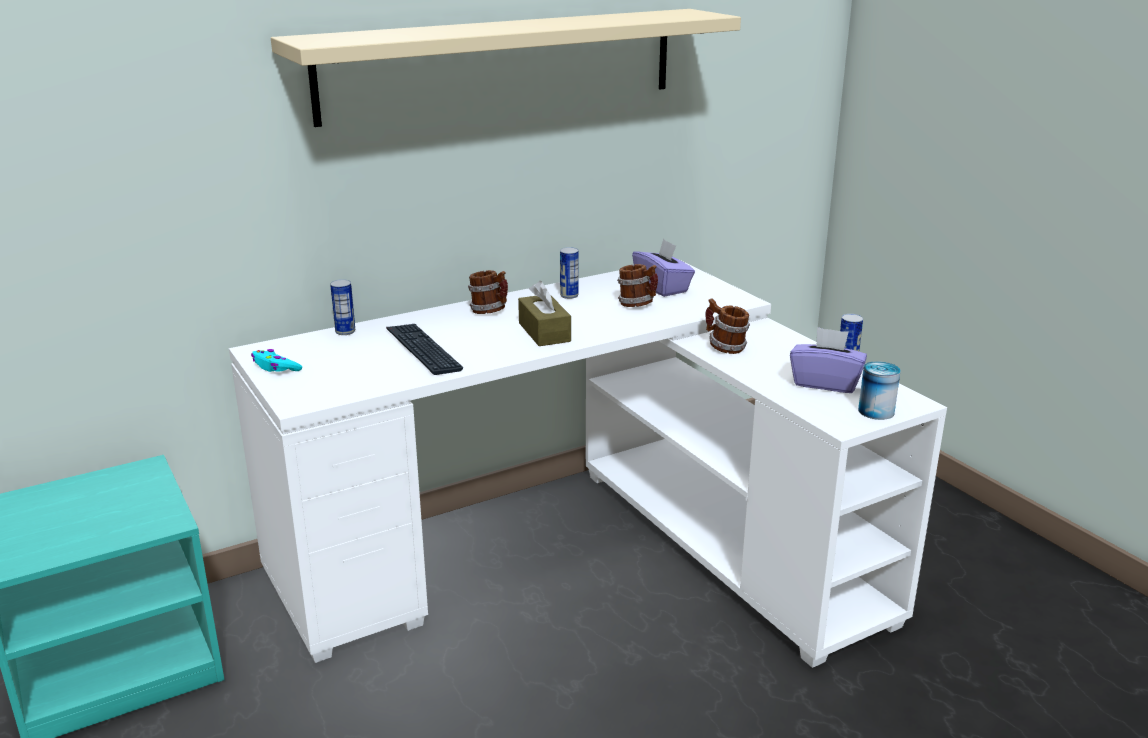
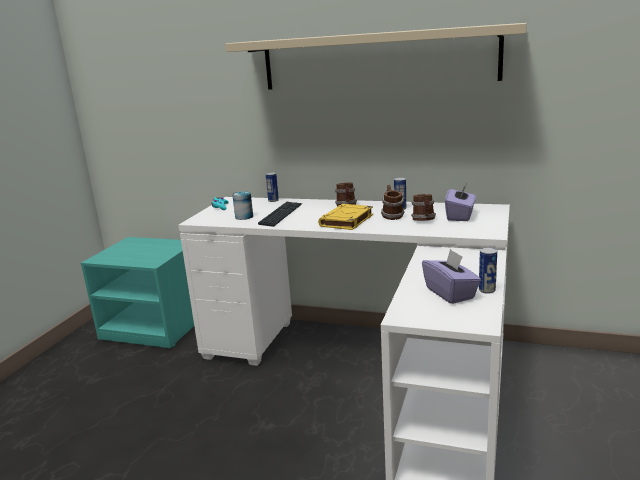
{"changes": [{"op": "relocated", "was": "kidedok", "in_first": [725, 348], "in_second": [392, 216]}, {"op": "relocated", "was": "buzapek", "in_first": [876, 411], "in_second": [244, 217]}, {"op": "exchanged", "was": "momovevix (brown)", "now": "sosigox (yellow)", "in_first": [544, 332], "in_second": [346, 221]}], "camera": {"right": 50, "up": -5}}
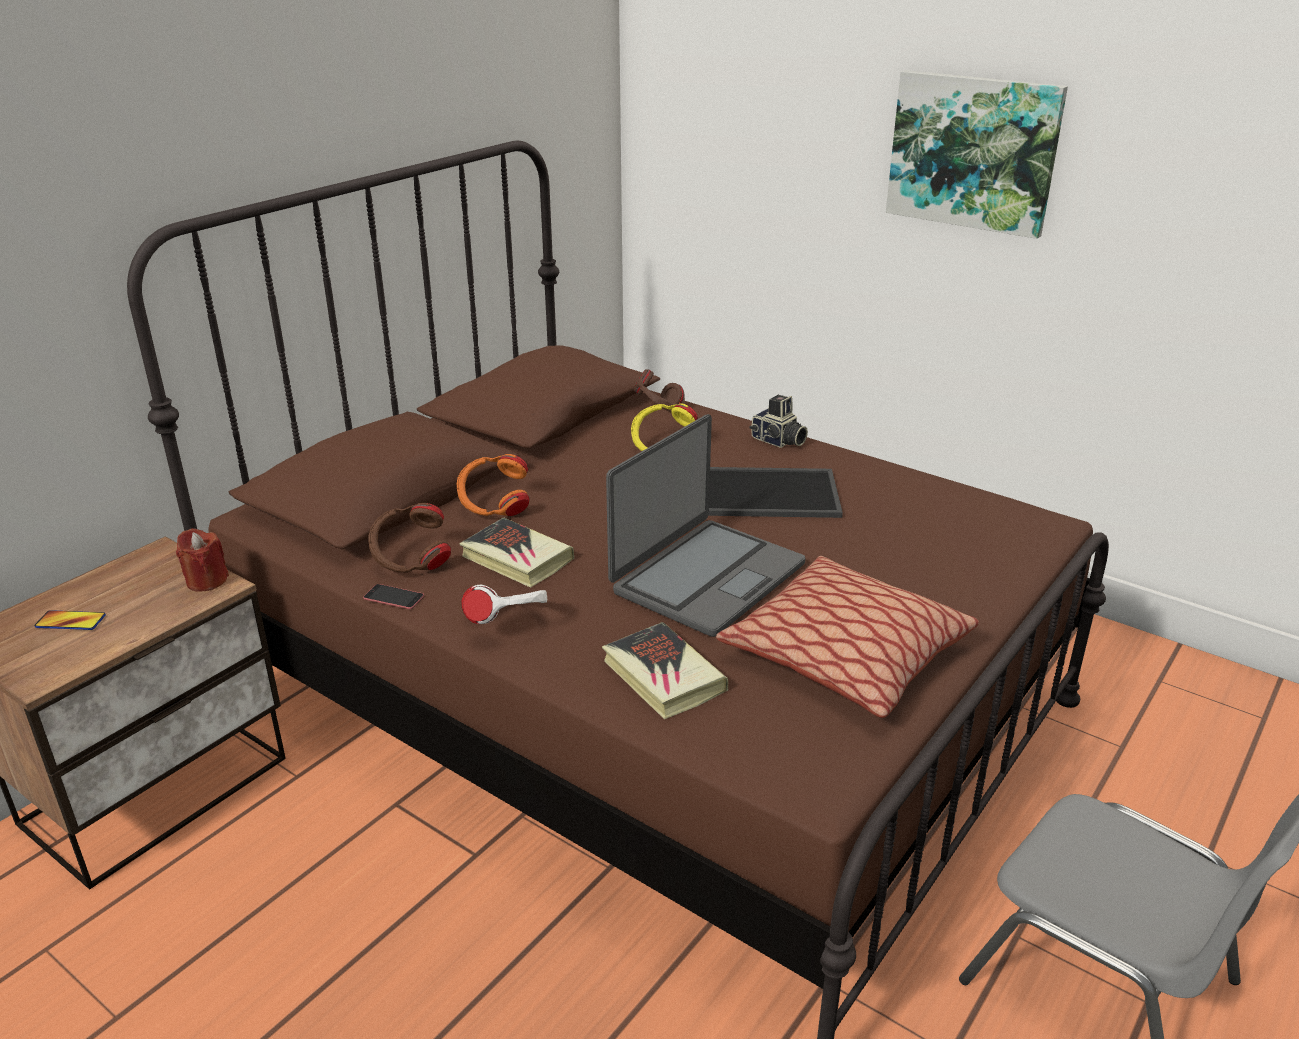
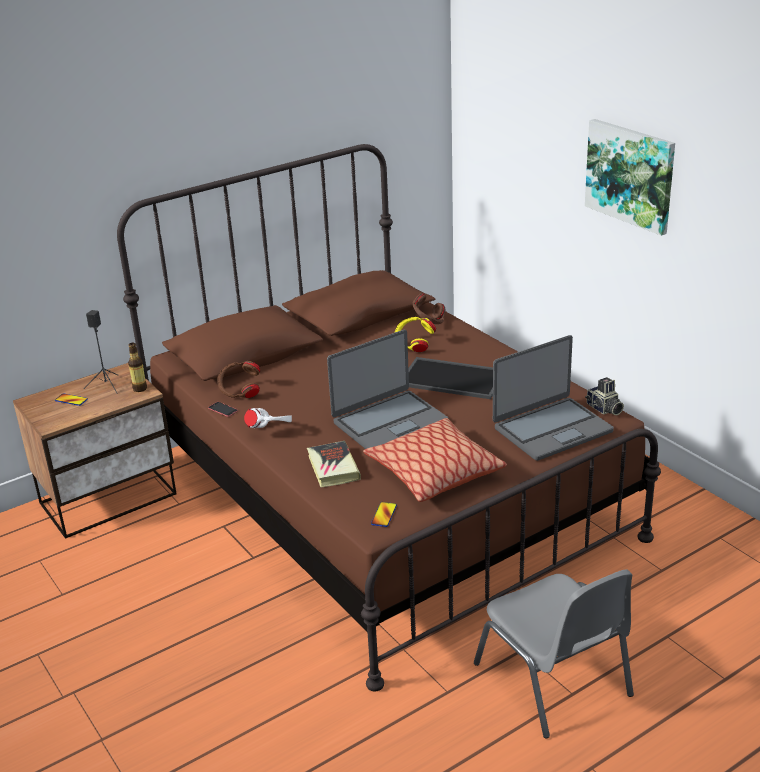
{"changes": [{"op": "missing", "was": "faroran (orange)", "in_first": [494, 508]}, {"op": "missing", "was": "sosigox", "in_first": [517, 559]}, {"op": "appeared", "now": "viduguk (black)", "in_second": [106, 385]}, {"op": "appeared", "now": "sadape", "in_second": [384, 515]}, {"op": "appeared", "now": "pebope", "in_second": [551, 429]}, {"op": "relocated", "was": "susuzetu", "in_first": [778, 441], "in_second": [604, 409]}, {"op": "exchanged", "was": "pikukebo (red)", "now": "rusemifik", "in_first": [206, 581], "in_second": [140, 388]}], "camera": {"right": 20, "up": 0}}
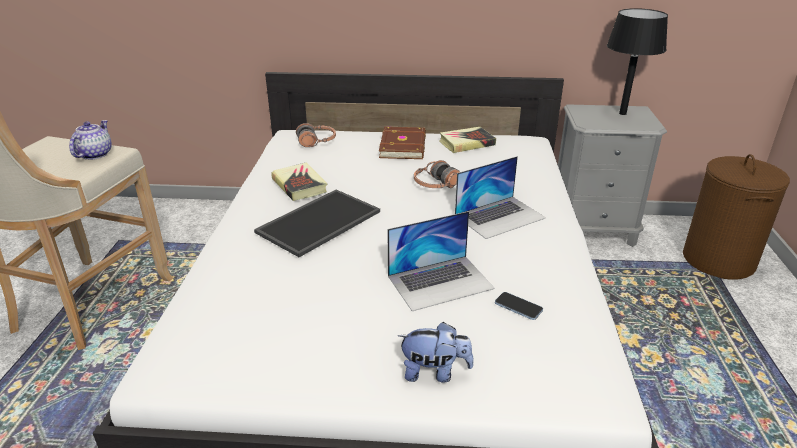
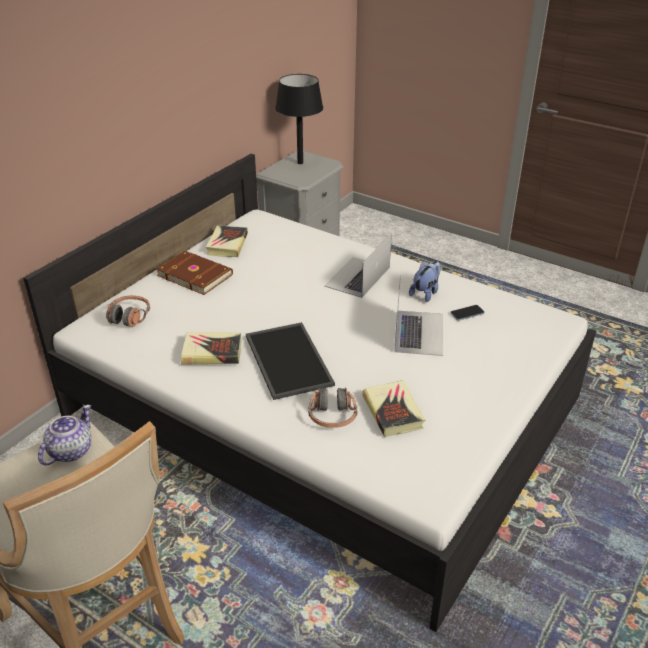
{"changes": [{"op": "missing", "was": "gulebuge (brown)", "in_first": [718, 260]}, {"op": "appeared", "now": "sosigox", "in_second": [393, 412]}, {"op": "relocated", "was": "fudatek", "in_first": [434, 372], "in_second": [425, 293]}, {"op": "relocated", "was": "faroran", "in_first": [435, 185], "in_second": [332, 416]}, {"op": "spun", "was": "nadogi", "in_first": [94, 154], "in_second": [70, 450], "clockwise": 75}, {"op": "spun", "was": "pebope", "in_first": [500, 216], "in_second": [357, 277], "clockwise": -150}], "camera": {"right": -60, "up": 5}}
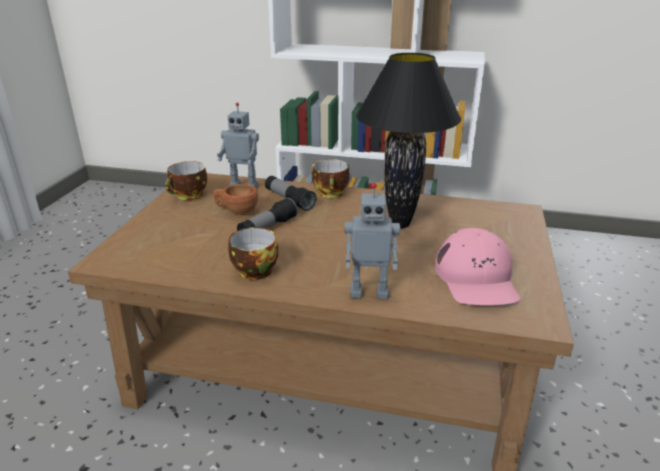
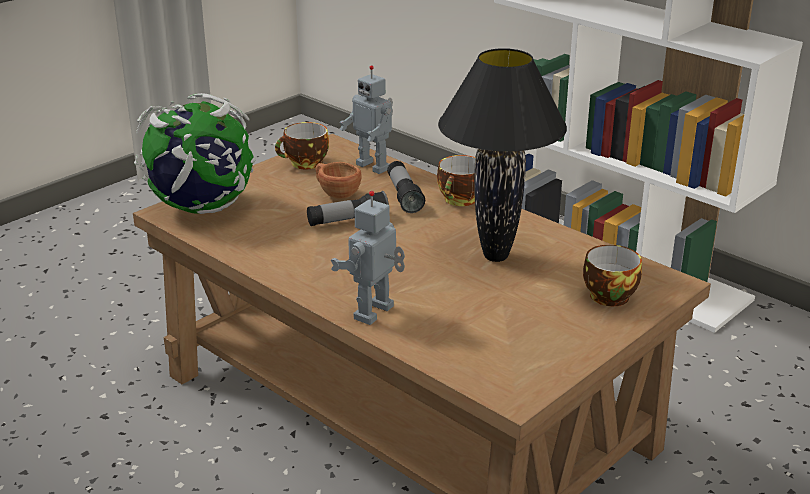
{"changes": [{"op": "missing", "was": "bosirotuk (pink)", "in_first": [476, 278]}, {"op": "appeared", "now": "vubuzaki", "in_second": [201, 208]}, {"op": "relocated", "was": "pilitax", "in_first": [252, 270], "in_second": [606, 295]}, {"op": "spun", "was": "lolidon", "in_first": [369, 292], "in_second": [376, 313], "clockwise": 90}], "camera": {"right": 30, "up": 0}}
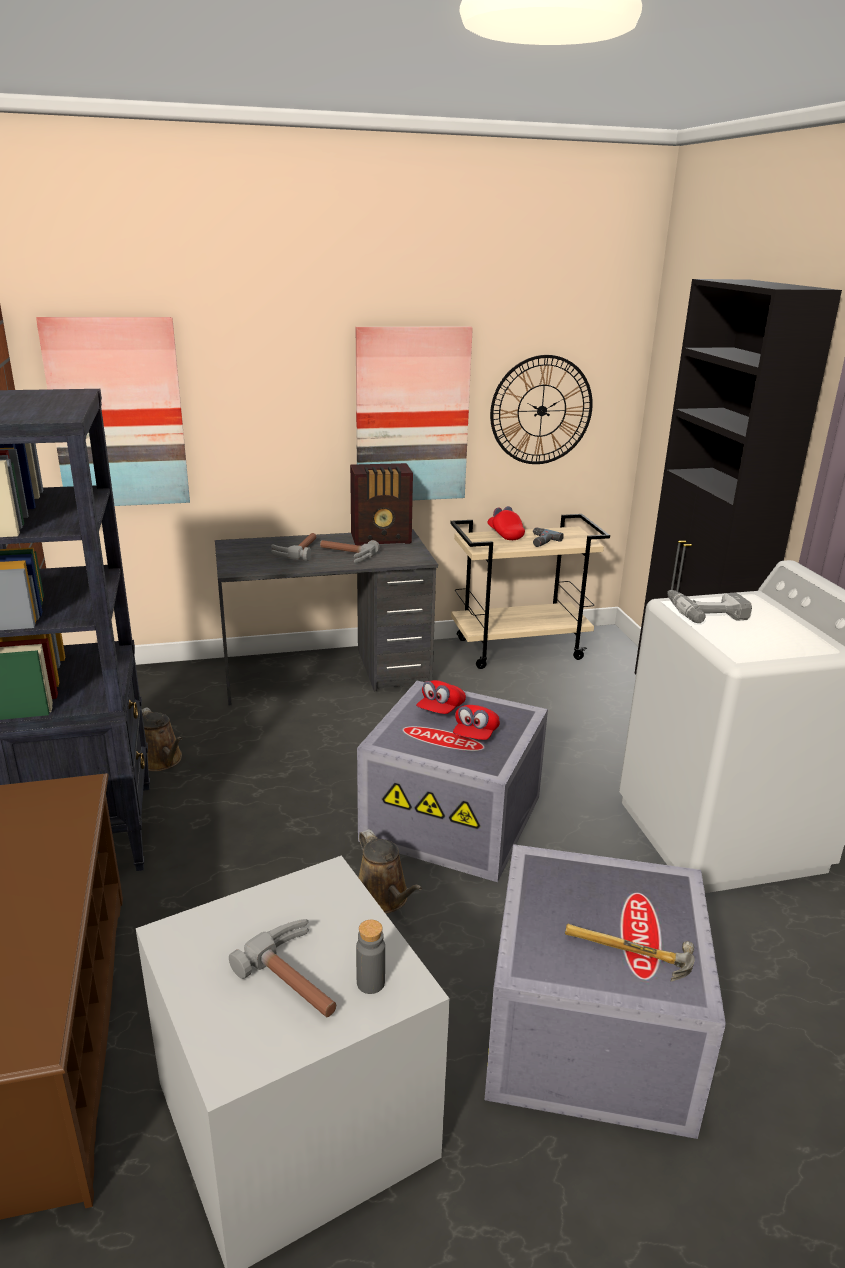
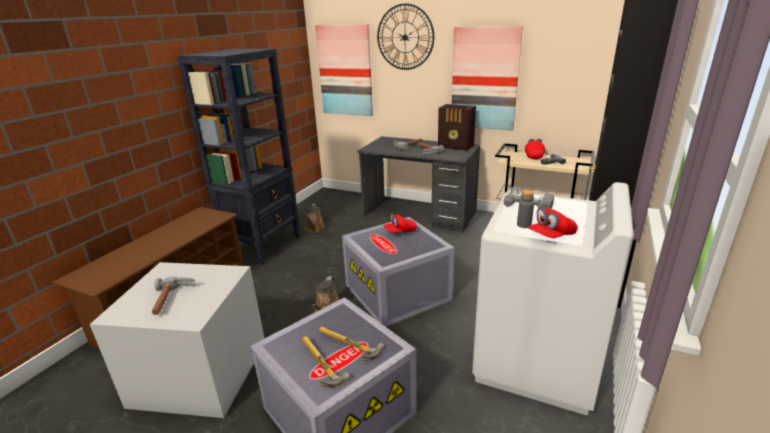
{"changes": [{"op": "appeared", "now": "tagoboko", "in_second": [347, 347]}, {"op": "relocated", "was": "rusemifik (grey)", "in_first": [370, 983], "in_second": [524, 225]}, {"op": "relocated", "was": "bosirotuk (red)", "in_first": [475, 735], "in_second": [551, 236]}, {"op": "relocated", "was": "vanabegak", "in_first": [541, 410], "in_second": [405, 37]}], "camera": {"right": 40, "up": 0}}
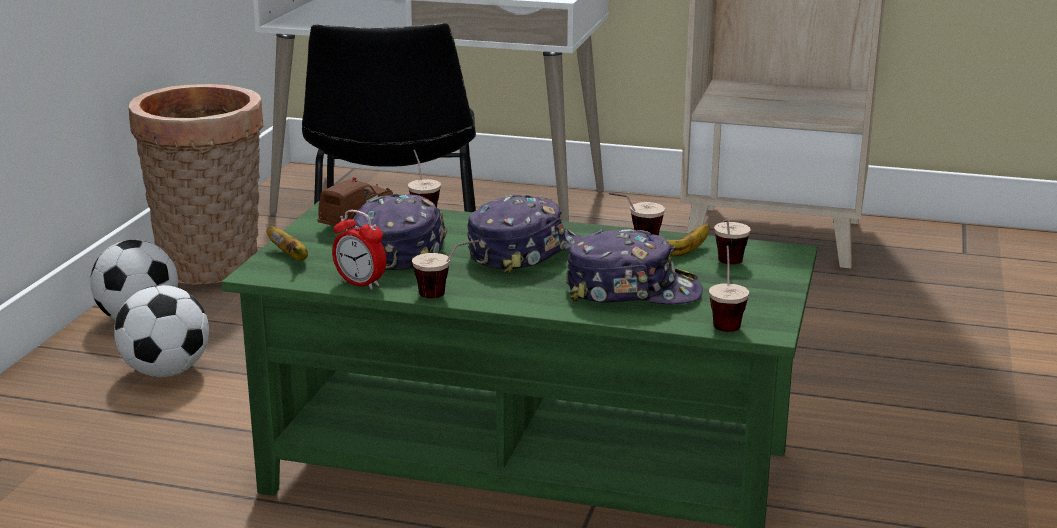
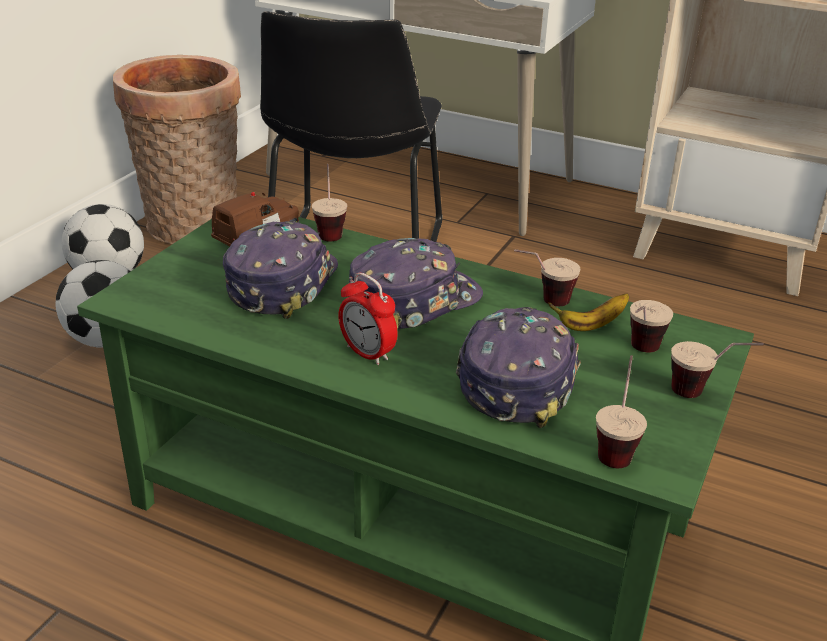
{"changes": [{"op": "missing", "was": "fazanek", "in_first": [290, 257]}, {"op": "relocated", "was": "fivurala", "in_first": [360, 284], "in_second": [367, 353]}, {"op": "relocated", "was": "pilitax", "in_first": [447, 296], "in_second": [705, 395]}, {"op": "spun", "was": "bosirotuk", "in_first": [632, 291], "in_second": [516, 380], "clockwise": -90}], "camera": {"right": 10, "up": 10}}
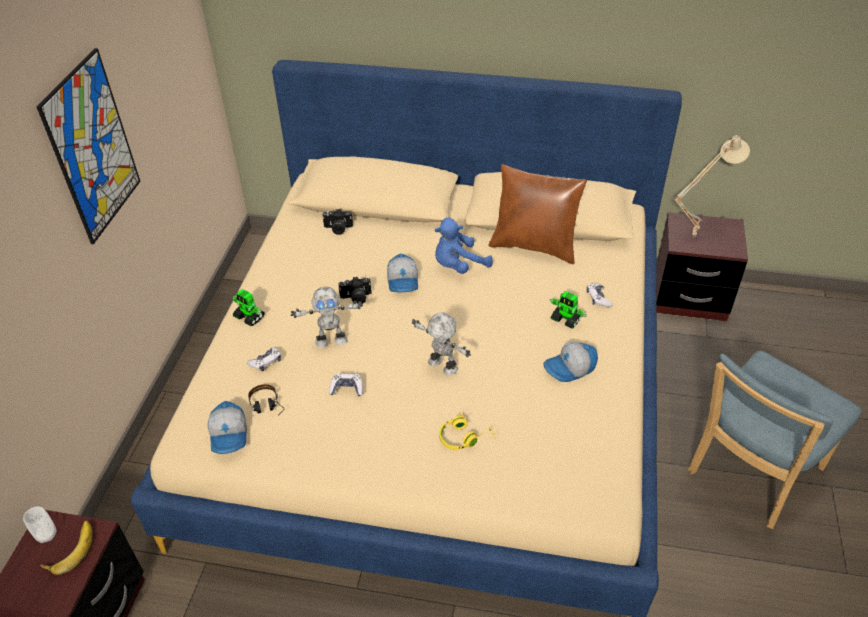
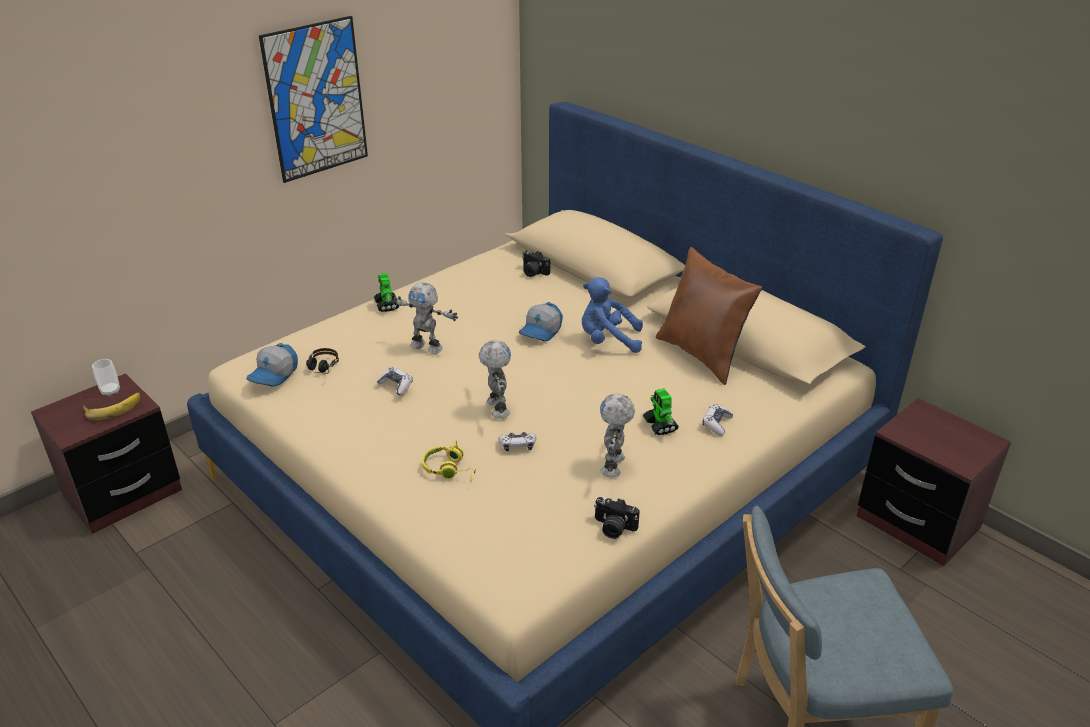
{"changes": [{"op": "missing", "was": "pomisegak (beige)", "in_first": [692, 235]}, {"op": "relocated", "was": "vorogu", "in_first": [266, 362], "in_second": [517, 445]}, {"op": "relocated", "was": "susuzetu", "in_first": [356, 298], "in_second": [613, 528]}, {"op": "exchanged", "was": "bosirotuk", "now": "lolidon", "in_first": [570, 368], "in_second": [614, 465]}], "camera": {"right": 35, "up": -10}}
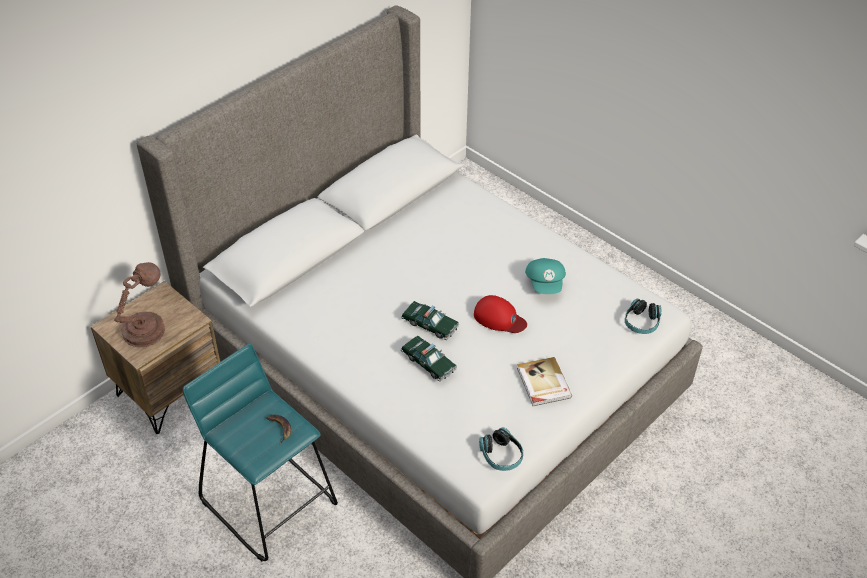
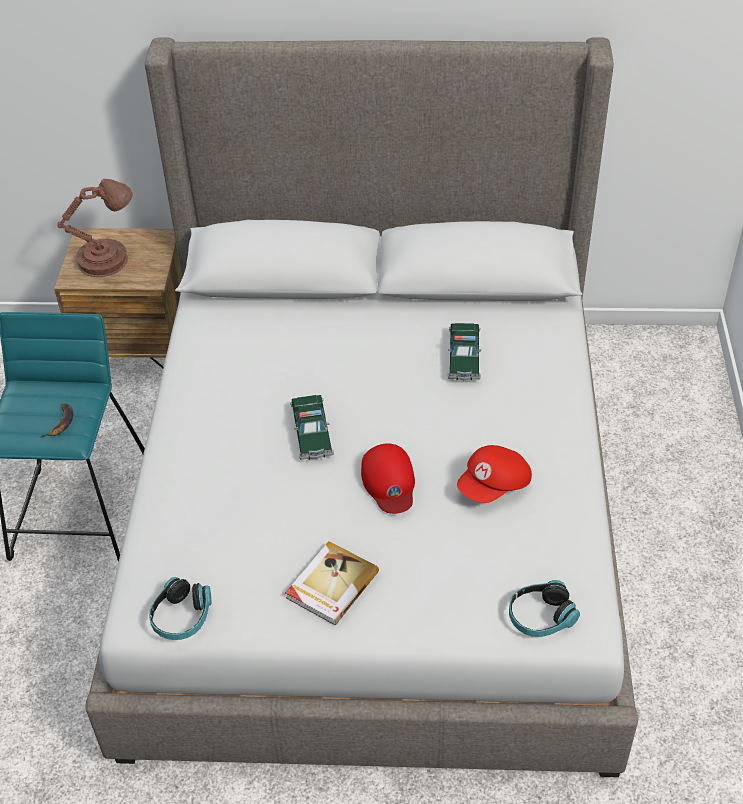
{"changes": [{"op": "relocated", "was": "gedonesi", "in_first": [428, 362], "in_second": [464, 358]}, {"op": "colour", "was": "bosirotuk (turquoise)", "now": "bosirotuk (red)", "in_first": [545, 283], "in_second": [494, 486]}], "camera": {"right": 50, "up": 0}}
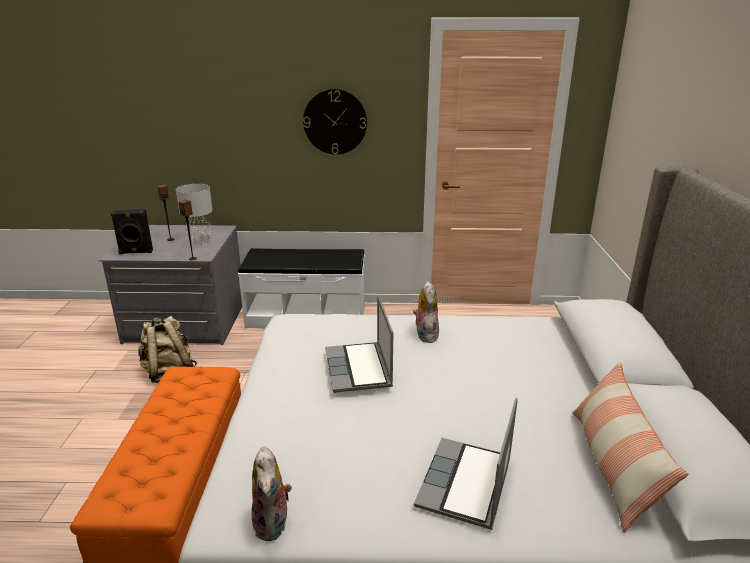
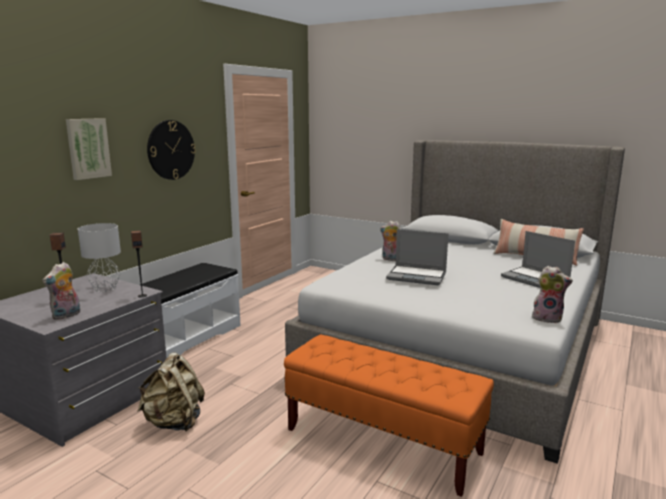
{"changes": [{"op": "appeared", "now": "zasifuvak", "in_second": [88, 148]}, {"op": "exchanged", "was": "viduguk (black)", "now": "fudatek", "in_first": [136, 252], "in_second": [66, 315]}], "camera": {"right": -60, "up": -10}}
